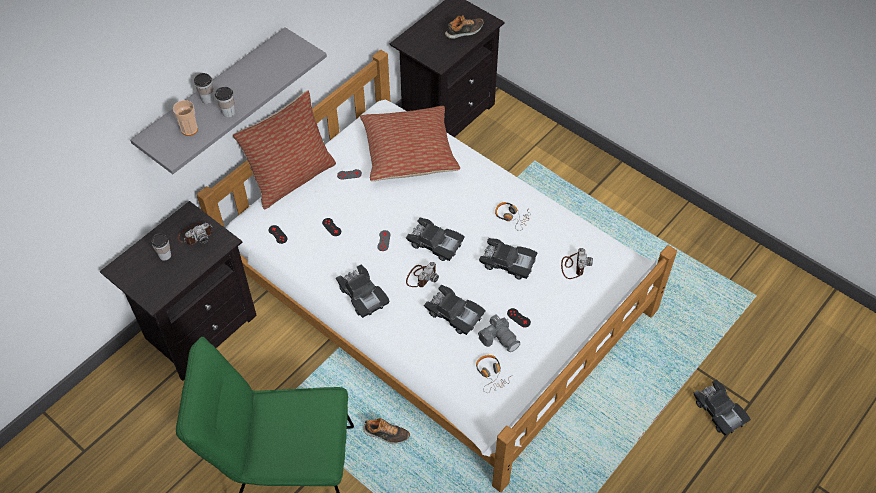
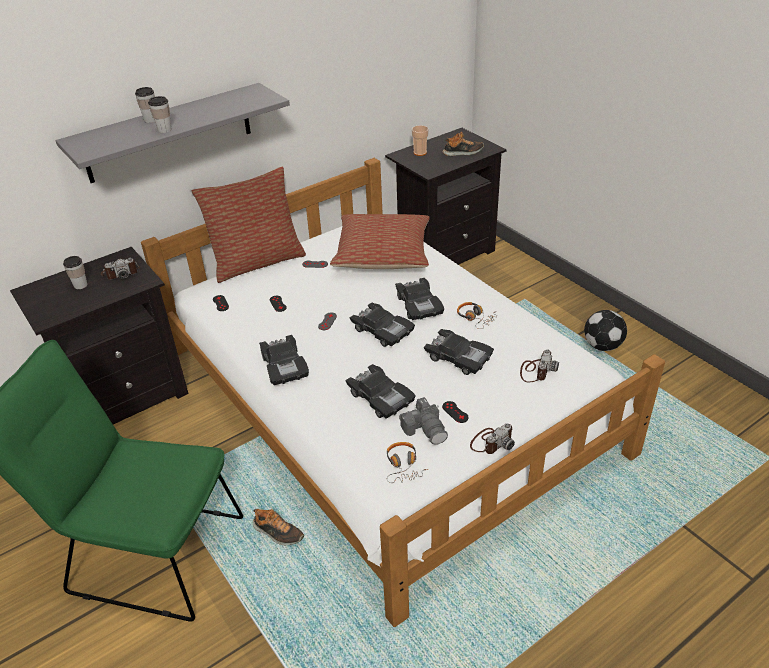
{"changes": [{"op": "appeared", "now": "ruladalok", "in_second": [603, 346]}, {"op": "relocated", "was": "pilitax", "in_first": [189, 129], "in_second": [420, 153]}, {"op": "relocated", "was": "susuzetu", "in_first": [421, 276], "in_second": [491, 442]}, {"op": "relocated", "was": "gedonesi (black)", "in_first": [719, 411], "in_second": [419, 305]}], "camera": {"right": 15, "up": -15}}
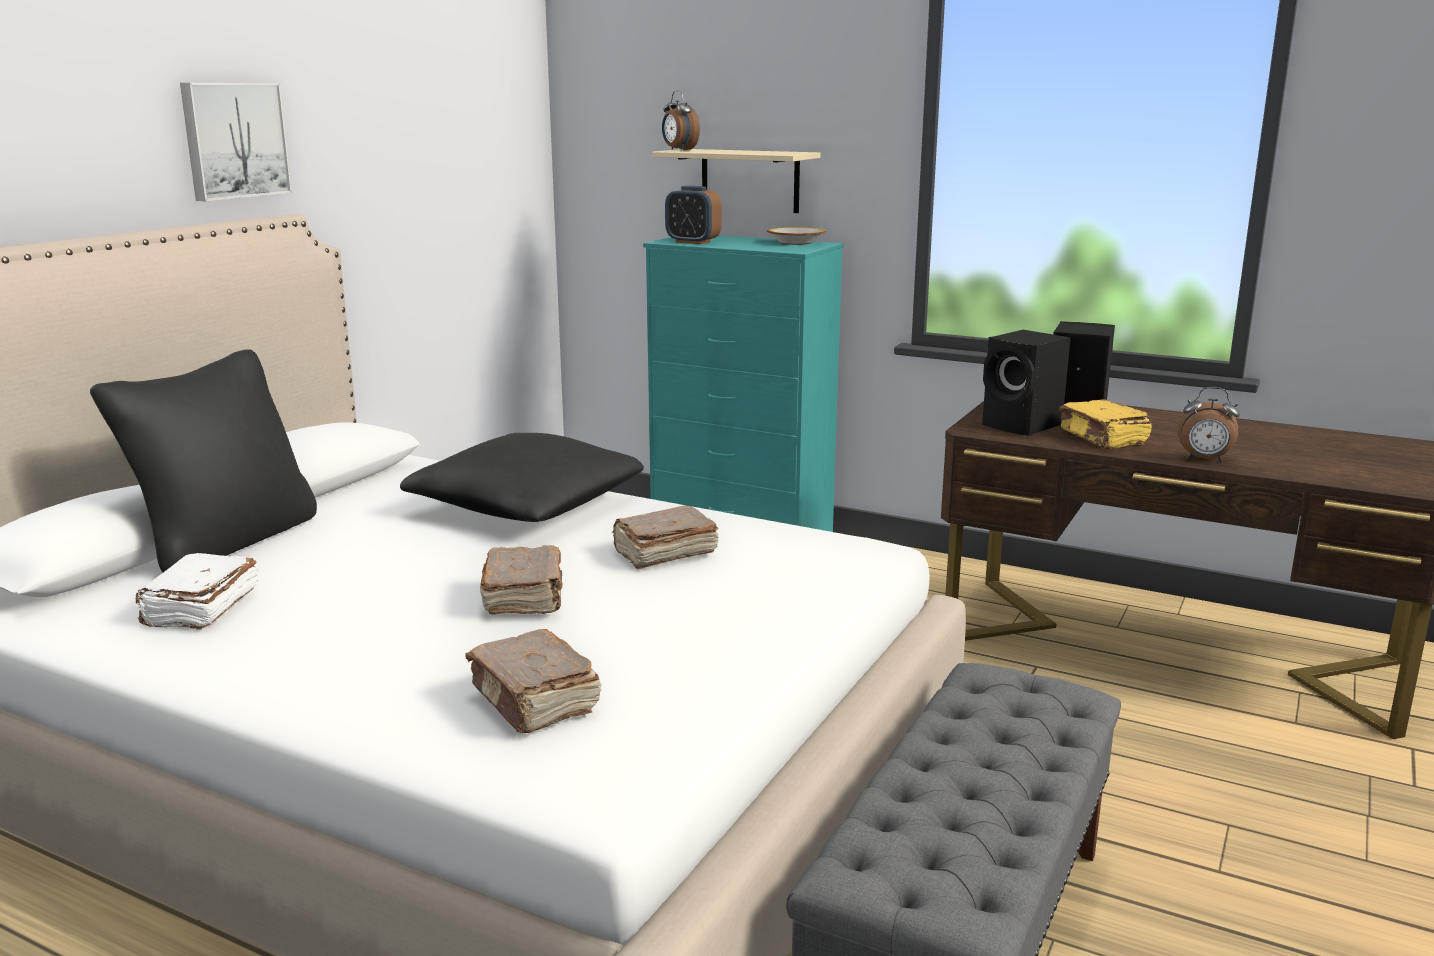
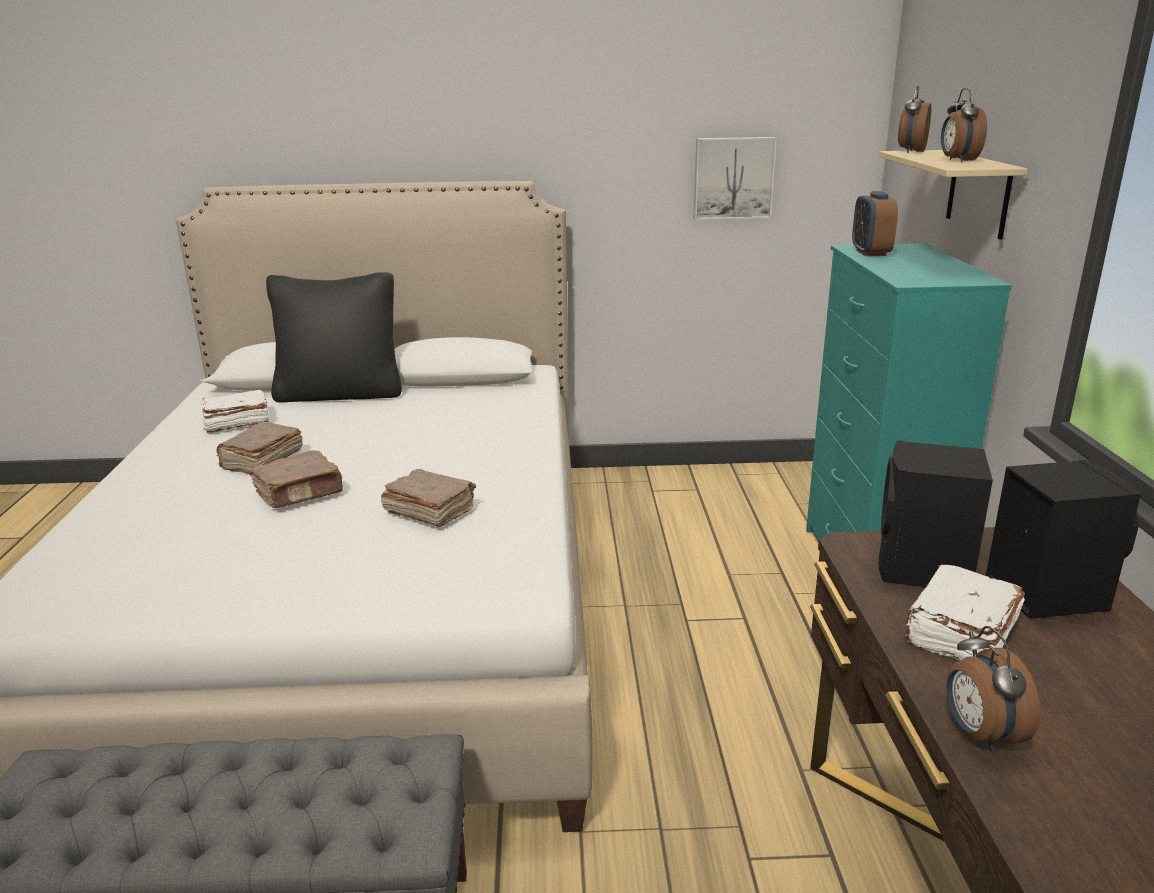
{"changes": [{"op": "missing", "was": "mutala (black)", "in_first": [526, 507]}, {"op": "missing", "was": "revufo", "in_first": [795, 242]}, {"op": "appeared", "now": "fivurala", "in_second": [957, 161]}, {"op": "relocated", "was": "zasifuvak", "in_first": [234, 140], "in_second": [733, 178]}, {"op": "relocated", "was": "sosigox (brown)", "in_first": [534, 701], "in_second": [261, 461]}, {"op": "colour", "was": "sosigox (yellow)", "now": "sosigox (white)", "in_first": [1103, 438], "in_second": [959, 633]}], "camera": {"right": 60, "up": 5}}
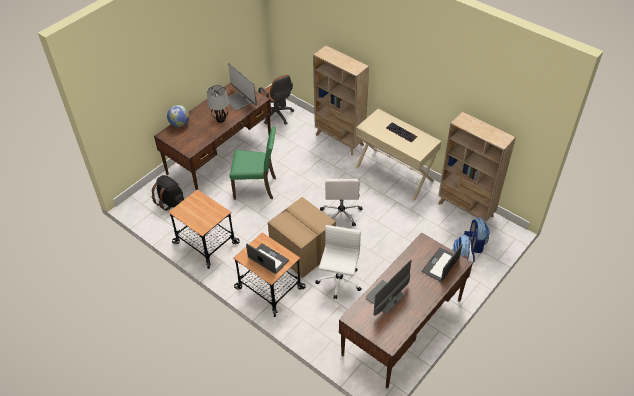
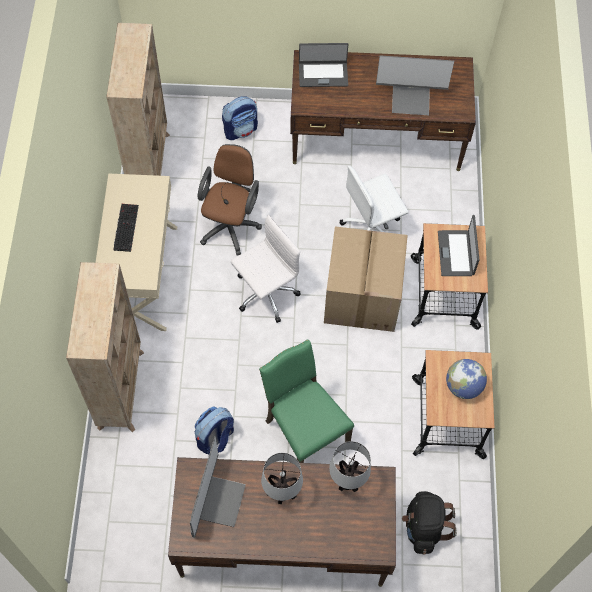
{"changes": [{"op": "appeared", "now": "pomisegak", "in_second": [348, 482]}, {"op": "relocated", "was": "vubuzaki", "in_first": [179, 124], "in_second": [463, 386]}, {"op": "relocated", "was": "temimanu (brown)", "in_first": [277, 115], "in_second": [231, 225]}, {"op": "relocated", "was": "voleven", "in_first": [475, 243], "in_second": [215, 438]}], "camera": {"right": -130, "up": 15}}
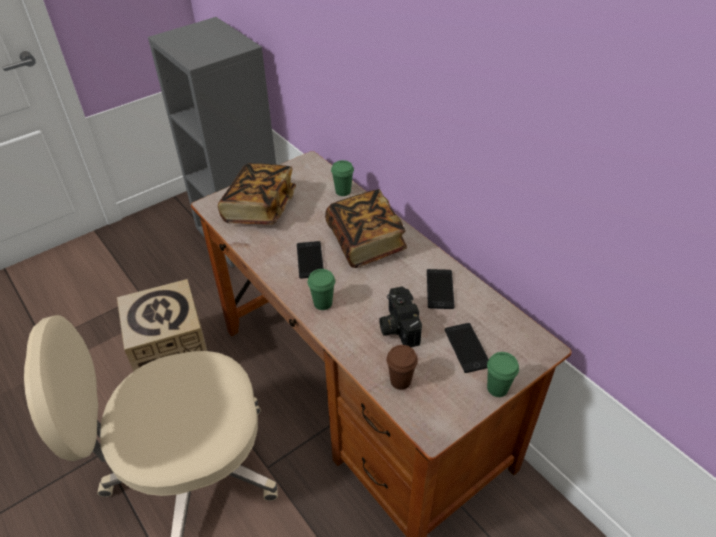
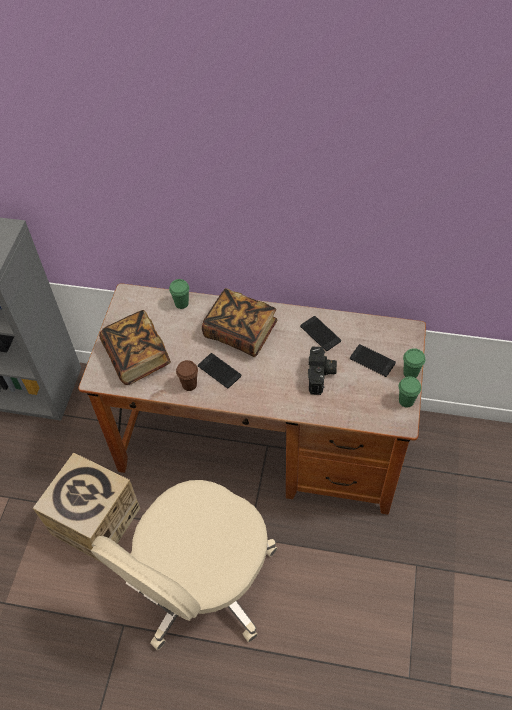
{"changes": [{"op": "relocated", "was": "pilitax (green)", "in_first": [323, 303], "in_second": [406, 401]}, {"op": "relocated", "was": "pilitax (brown)", "in_first": [400, 381], "in_second": [189, 385]}, {"op": "spun", "was": "susuzetu", "in_first": [397, 326], "in_second": [321, 376], "clockwise": -120}], "camera": {"right": -40, "up": 10}}
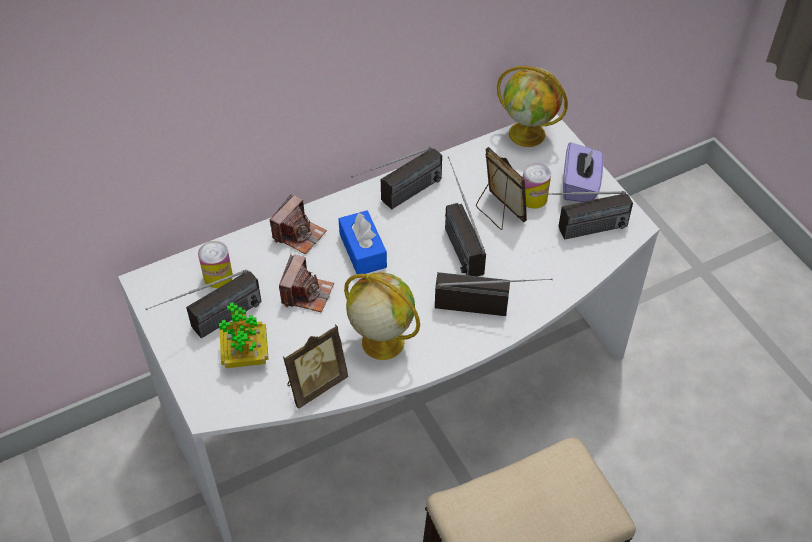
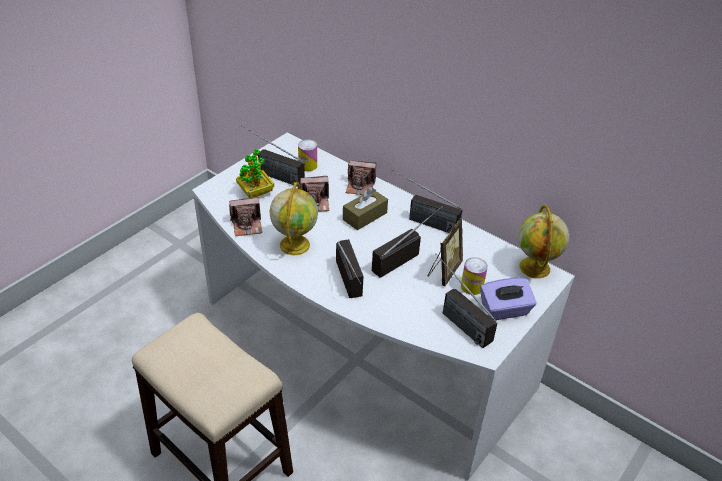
{"changes": [{"op": "exchanged", "was": "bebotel", "now": "susuzetu", "in_first": [315, 384], "in_second": [247, 225]}, {"op": "colour", "was": "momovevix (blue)", "now": "momovevix (brown)", "in_first": [363, 250], "in_second": [365, 216]}], "camera": {"right": 65, "up": -10}}
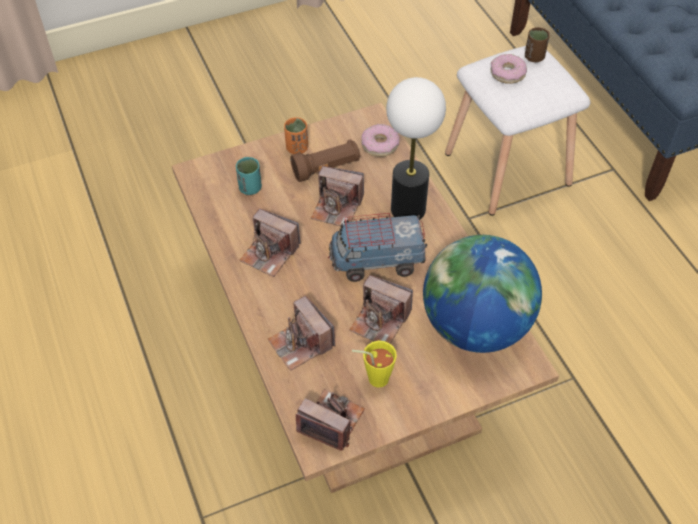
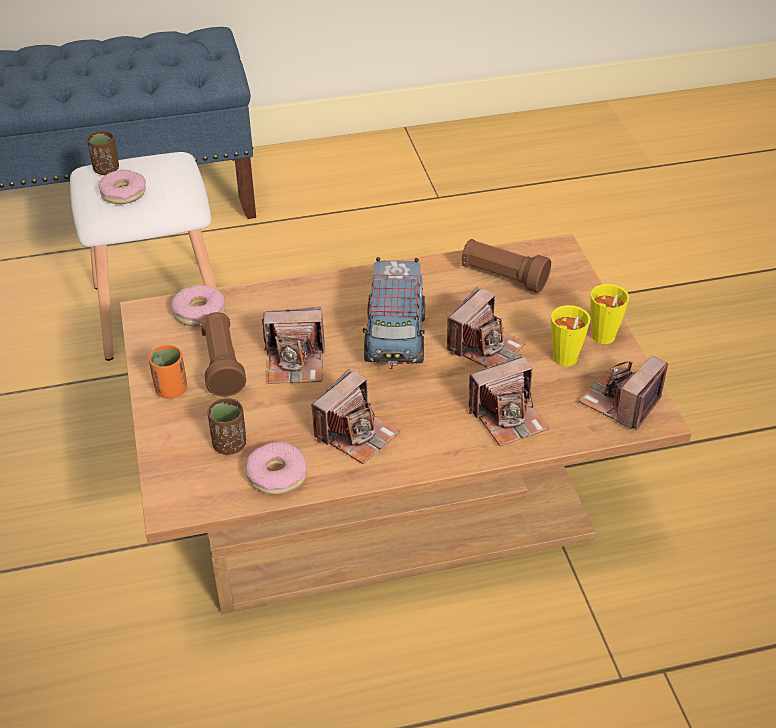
{"changes": [{"op": "missing", "was": "pomisegak", "in_first": [407, 209]}, {"op": "appeared", "now": "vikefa", "in_second": [277, 475]}, {"op": "appeared", "now": "pilitax (yellow)", "in_second": [602, 340]}, {"op": "exchanged", "was": "vubuzaki", "now": "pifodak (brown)", "in_first": [475, 326], "in_second": [503, 277]}, {"op": "colour", "was": "pilitax (turquoise)", "now": "pilitax (brown)", "in_first": [250, 188], "in_second": [230, 445]}, {"op": "spun", "was": "susuzetu", "in_first": [337, 207], "in_second": [296, 363], "clockwise": 60}], "camera": {"right": -80, "up": -10}}
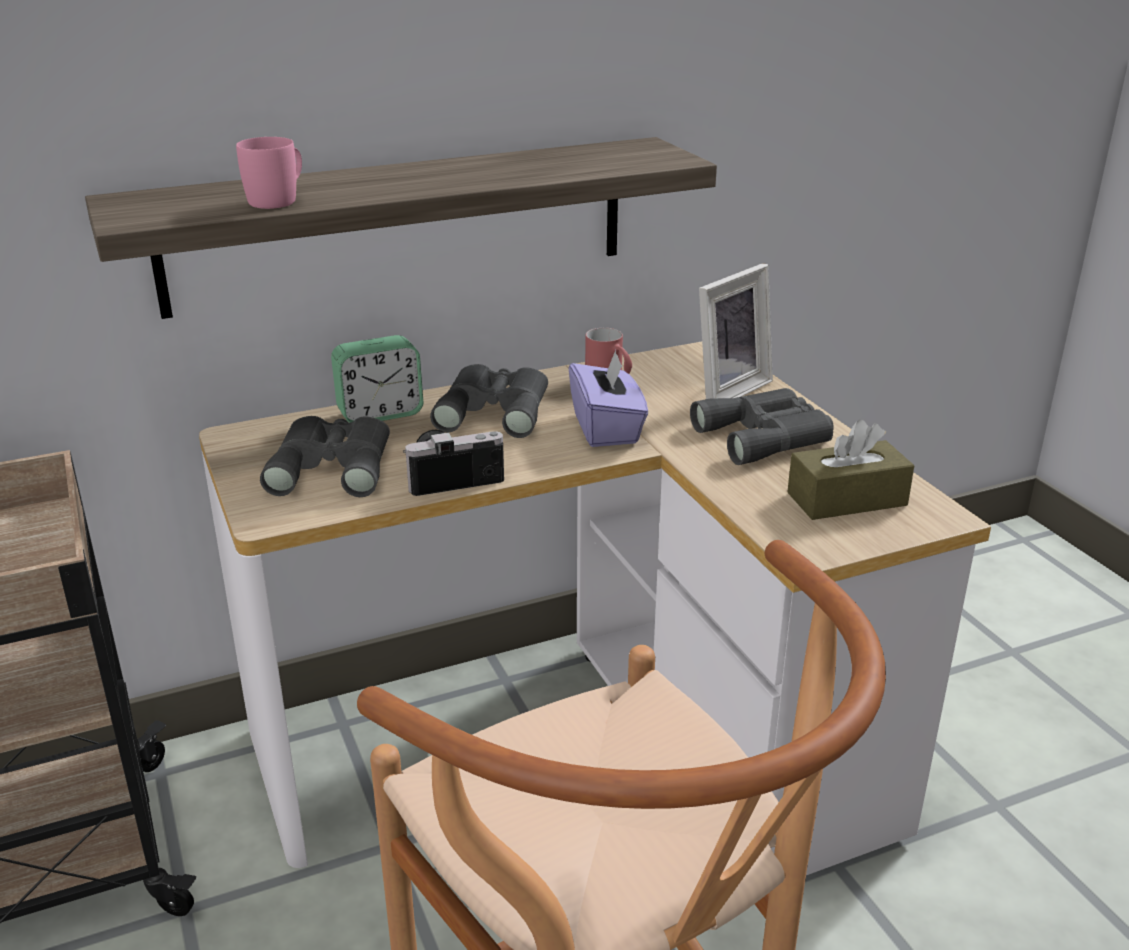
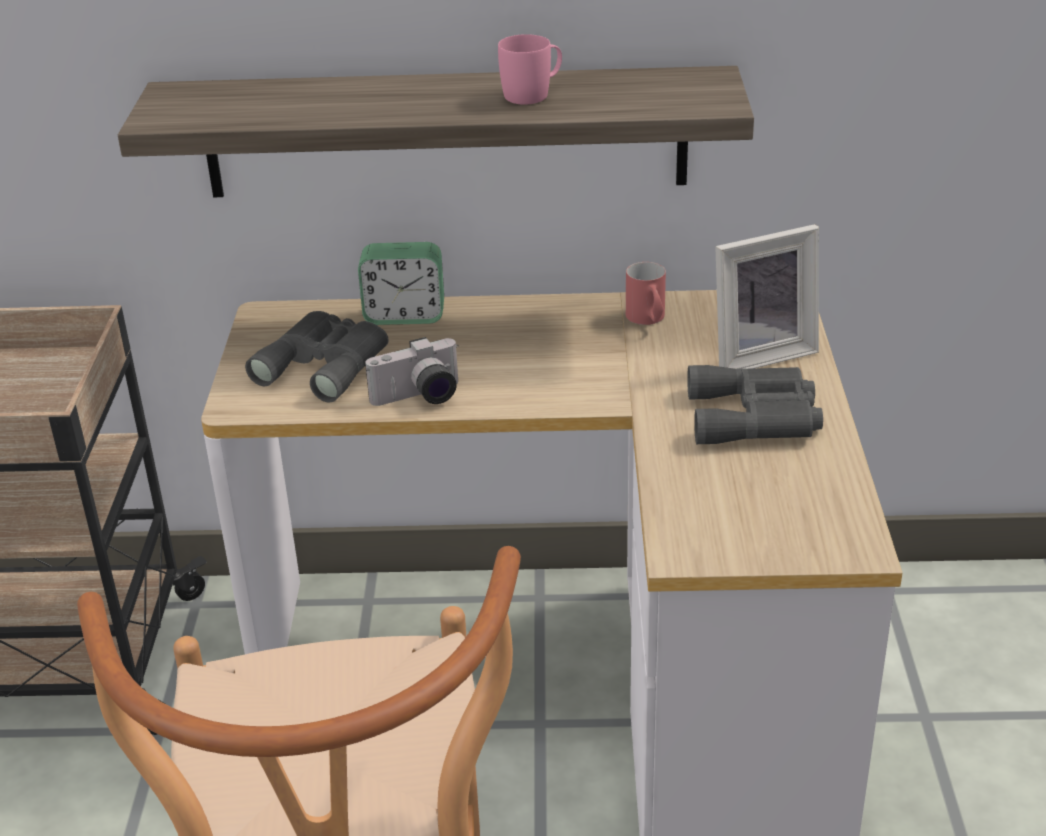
{"changes": [{"op": "missing", "was": "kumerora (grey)", "in_first": [496, 409]}, {"op": "missing", "was": "momovevix (purple)", "in_first": [607, 428]}, {"op": "missing", "was": "momovevix (brown)", "in_first": [847, 499]}, {"op": "relocated", "was": "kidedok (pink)", "in_first": [279, 199], "in_second": [533, 94]}, {"op": "spun", "was": "susuzetu", "in_first": [452, 476], "in_second": [419, 398], "clockwise": 150}], "camera": {"right": 25, "up": 5}}
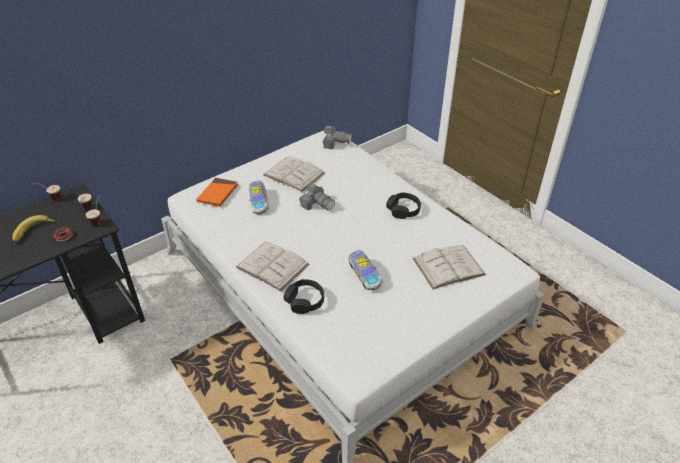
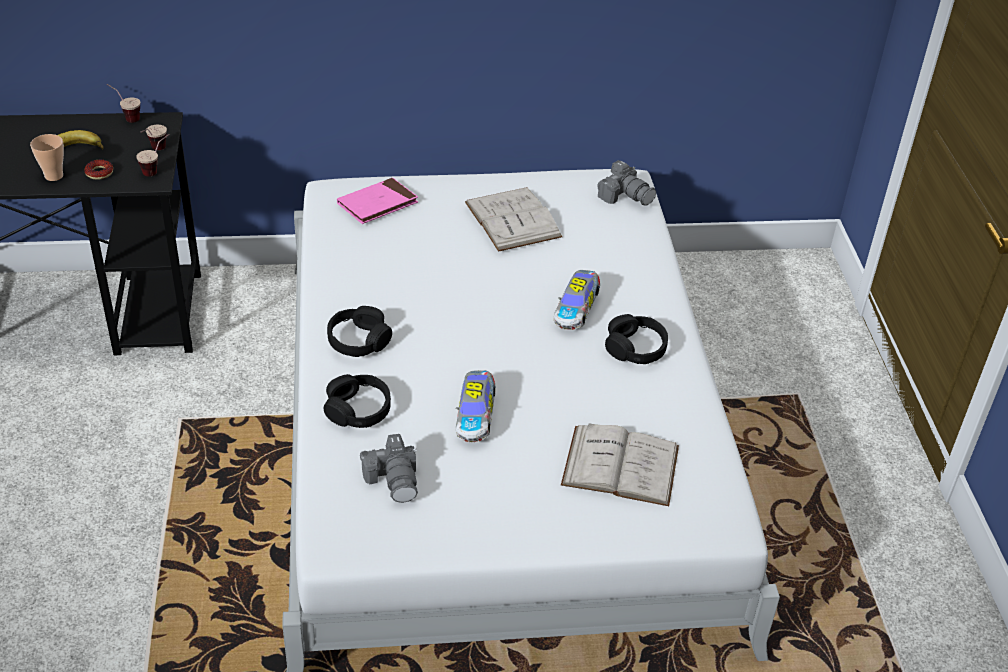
{"changes": [{"op": "appeared", "now": "pilitax", "in_second": [54, 176]}, {"op": "relocated", "was": "gedonesi", "in_first": [258, 202], "in_second": [576, 309]}, {"op": "relocated", "was": "susuzetu", "in_first": [317, 204], "in_second": [394, 479]}, {"op": "exchanged", "was": "sosigox (white)", "now": "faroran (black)", "in_first": [272, 266], "in_second": [359, 340]}, {"op": "colour", "was": "sosigox (orange)", "now": "sosigox (pink)", "in_first": [218, 194], "in_second": [377, 204]}], "camera": {"right": 30, "up": 0}}
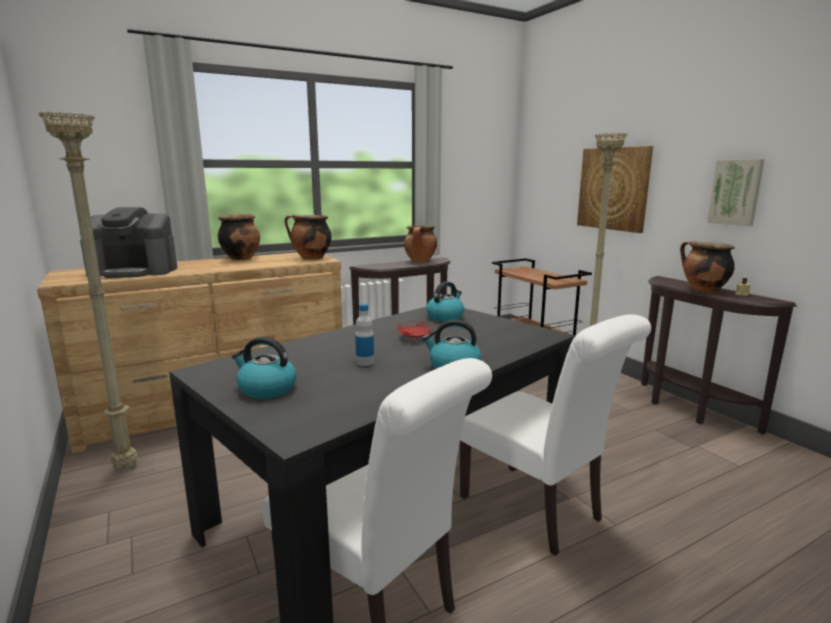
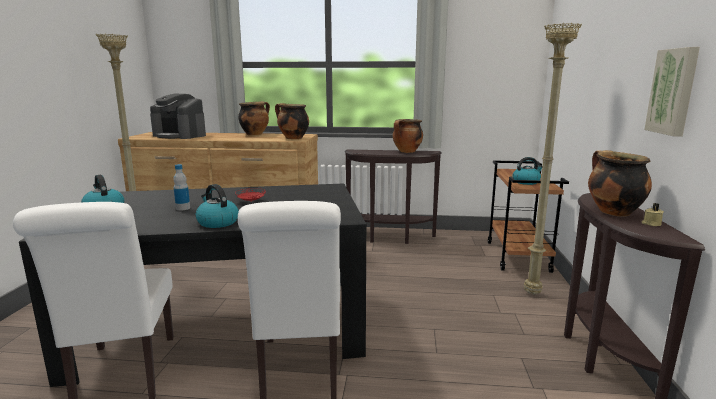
{"changes": [{"op": "missing", "was": "zasifuvak", "in_first": [613, 188]}, {"op": "relocated", "was": "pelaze", "in_first": [445, 317], "in_second": [526, 182]}], "camera": {"right": 35, "up": 0}}
